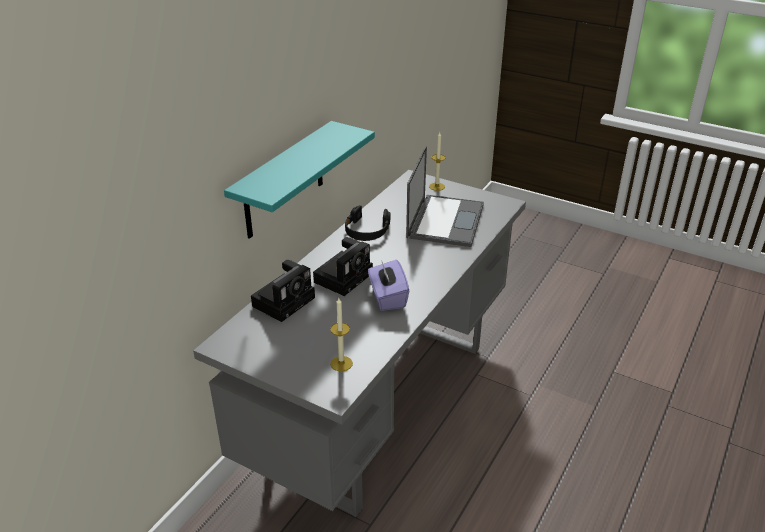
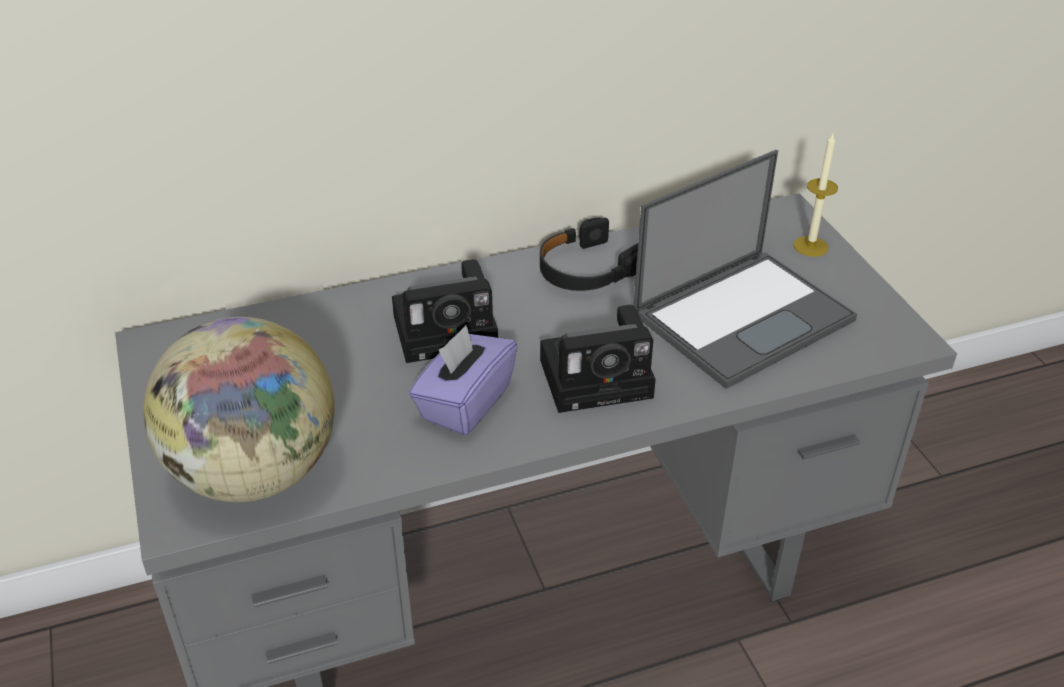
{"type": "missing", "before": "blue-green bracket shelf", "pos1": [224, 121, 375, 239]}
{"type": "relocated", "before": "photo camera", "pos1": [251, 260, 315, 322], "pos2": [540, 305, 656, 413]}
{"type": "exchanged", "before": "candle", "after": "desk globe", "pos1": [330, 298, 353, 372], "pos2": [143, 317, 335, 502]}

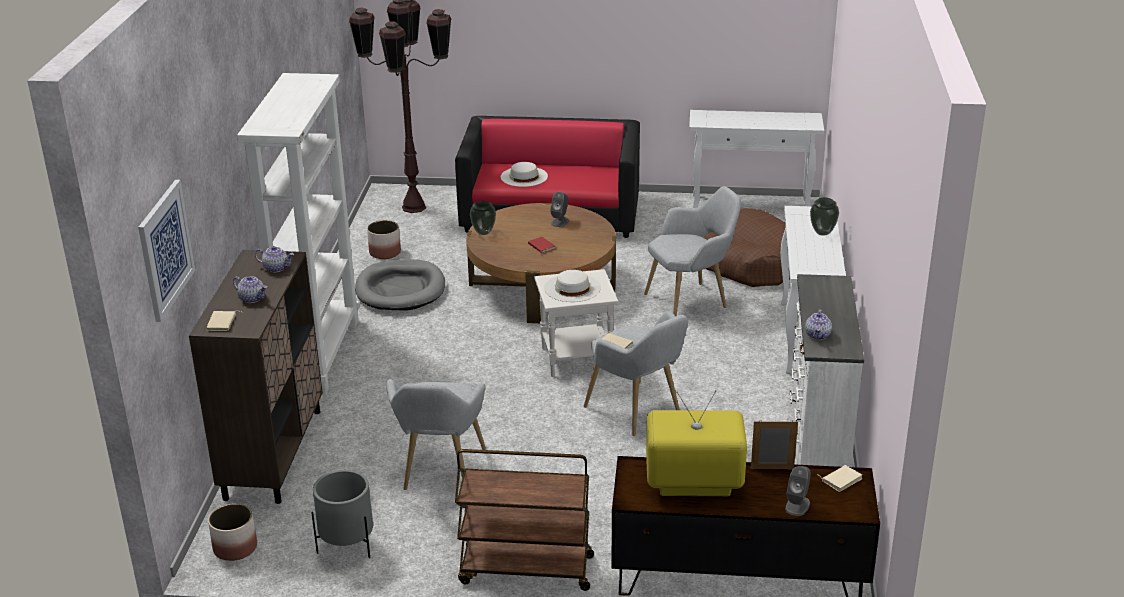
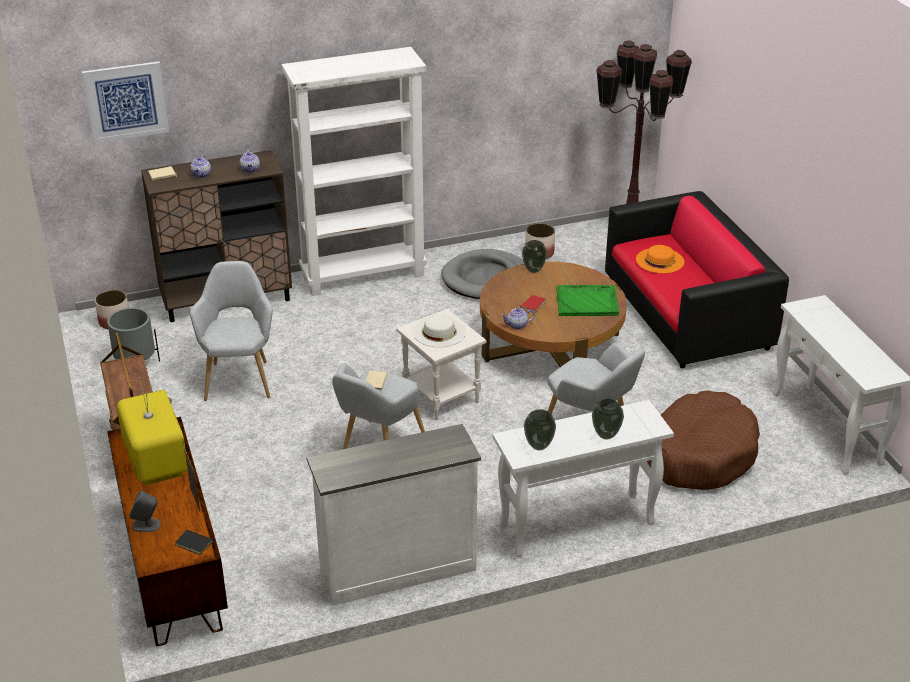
{"type": "colour", "before": "whitish clothing hat", "after": "orange clothing hat", "pos1": [501, 162, 548, 187], "pos2": [636, 245, 684, 273]}
{"type": "exchanged", "before": "greyish audio speaker", "after": "green tray", "pos1": [550, 192, 569, 227], "pos2": [556, 285, 619, 316]}
{"type": "relocated", "before": "pot for tea", "pos1": [805, 309, 832, 340], "pos2": [501, 308, 535, 329]}
{"type": "spun", "before": "greyish easy chair", "pos1": [386, 379, 486, 490], "pos2": [190, 261, 273, 401], "turn": 105}
{"type": "colour", "before": "beige-coloured volume", "after": "black-coloured volume", "pos1": [817, 465, 862, 492], "pos2": [175, 526, 213, 555]}
{"type": "appeared", "after": "flower vase", "pos2": [524, 409, 556, 450]}

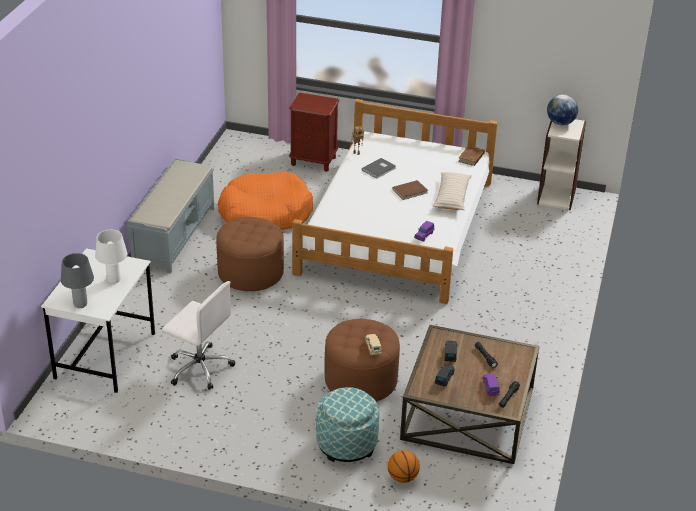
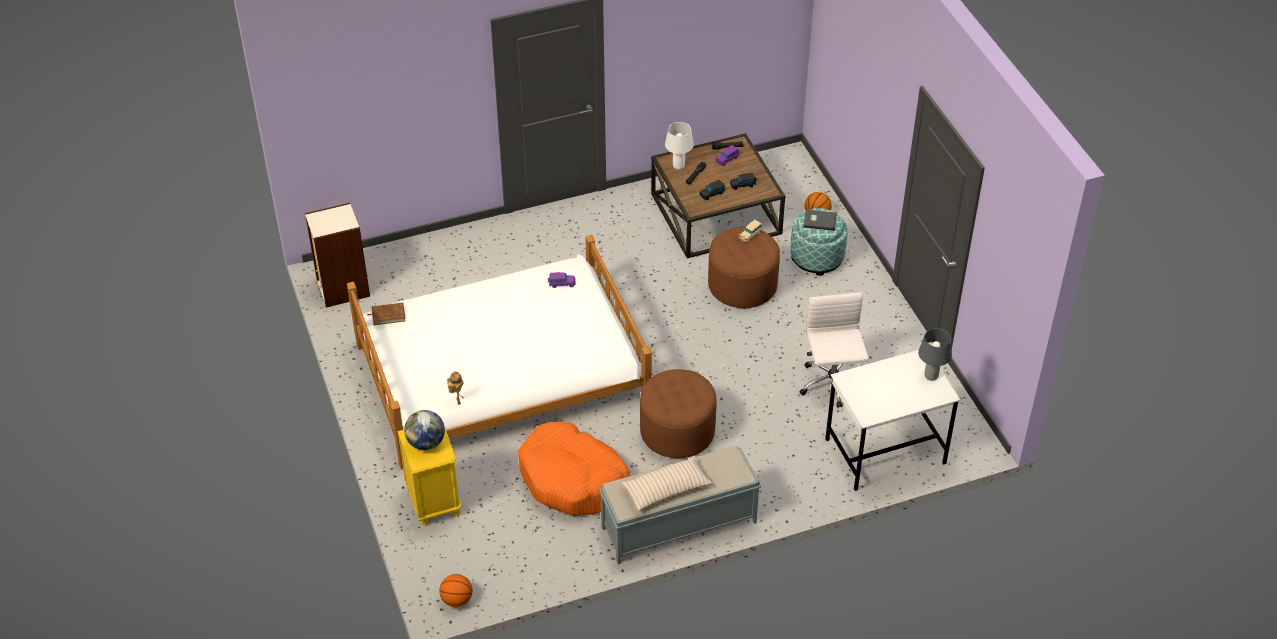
{"type": "colour", "before": "brownish night table", "after": "yellowish night table", "pos1": [289, 93, 339, 172], "pos2": [397, 429, 462, 526]}
{"type": "relocated", "before": "desk globe", "pos1": [547, 94, 578, 126], "pos2": [404, 410, 445, 450]}
{"type": "relocated", "before": "greyish volume", "pos1": [362, 158, 396, 179], "pos2": [803, 209, 837, 231]}
{"type": "relocated", "before": "beige-coloured pillow", "pos1": [433, 172, 472, 210], "pos2": [621, 456, 712, 511]}
{"type": "missing", "before": "brownish volume", "pos1": [392, 180, 428, 200]}
{"type": "relocated", "before": "whitish lamp for a table", "pos1": [95, 230, 127, 284], "pos2": [665, 122, 694, 170]}
{"type": "appeared", "after": "basketball ball", "pos2": [439, 574, 472, 607]}

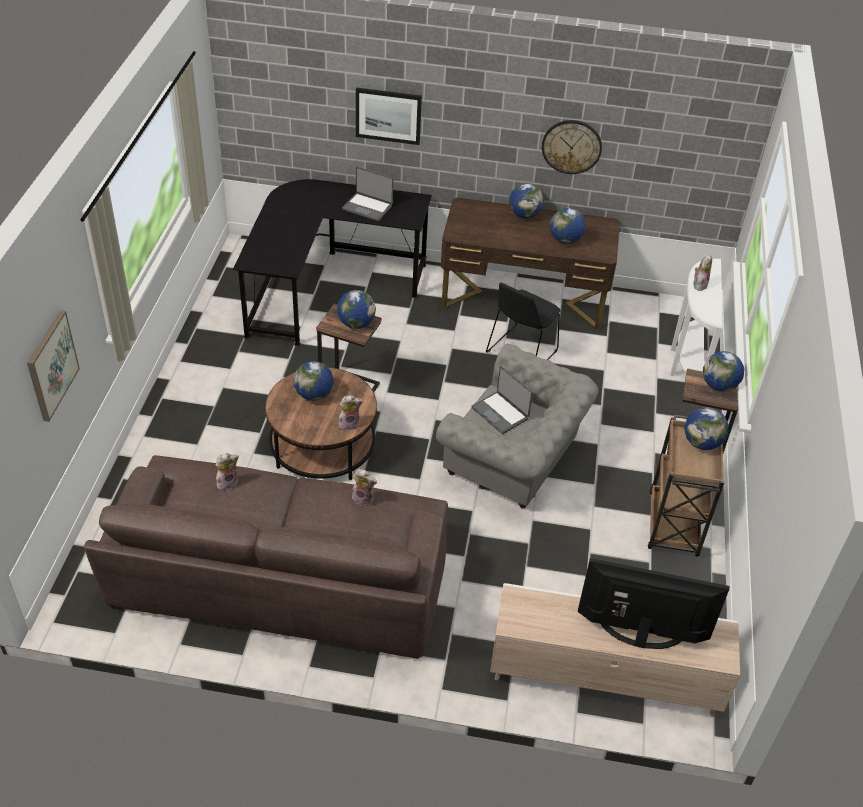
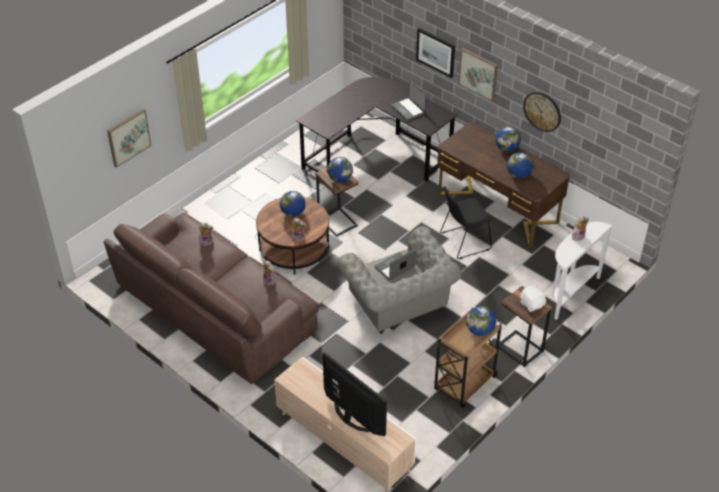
{"type": "exchanged", "before": "desk globe", "after": "whitish plush toy", "pos1": [703, 351, 744, 391], "pos2": [520, 285, 546, 312]}
{"type": "spun", "before": "notebook computer", "pos1": [471, 366, 533, 434], "pos2": [375, 249, 416, 281], "turn": 60}
{"type": "appeared", "after": "wall picture", "pos2": [458, 48, 498, 102]}

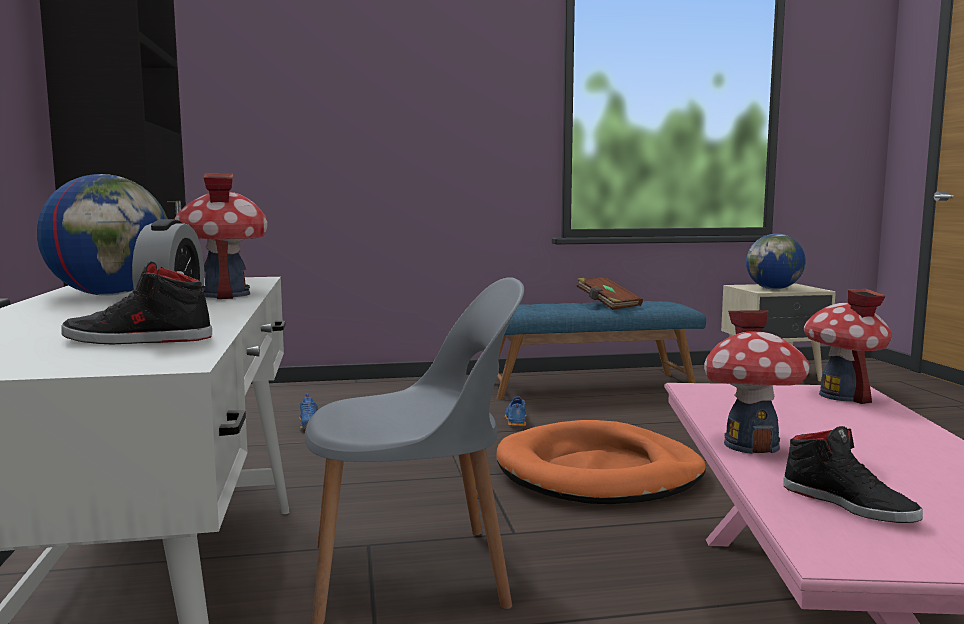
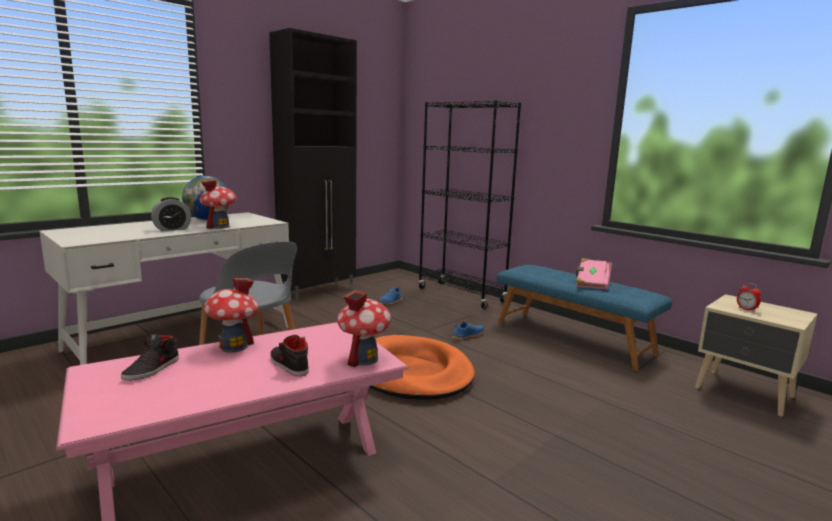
{"type": "exchanged", "before": "desk globe", "after": "table clock", "pos1": [746, 234, 806, 289], "pos2": [737, 283, 761, 312]}
{"type": "relocated", "before": "black-coloured shoe", "pos1": [61, 261, 212, 344], "pos2": [270, 335, 309, 376]}
{"type": "colour", "before": "brownish volume", "after": "pink-coloured volume", "pos1": [577, 277, 643, 310], "pos2": [576, 258, 612, 290]}
{"type": "appeared", "after": "black-coloured bookshelf", "pos2": [418, 100, 521, 309]}

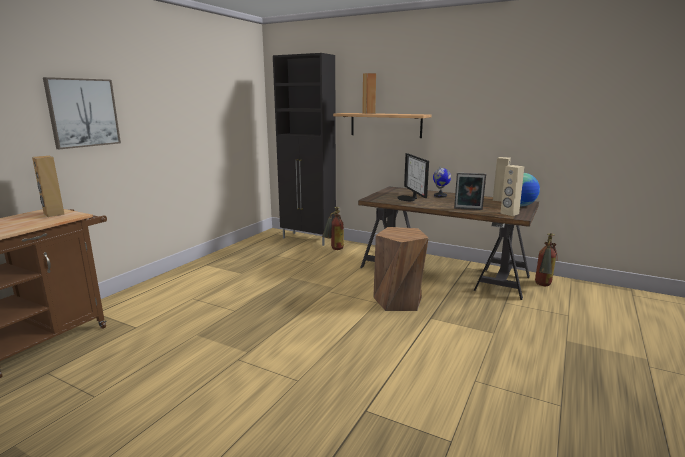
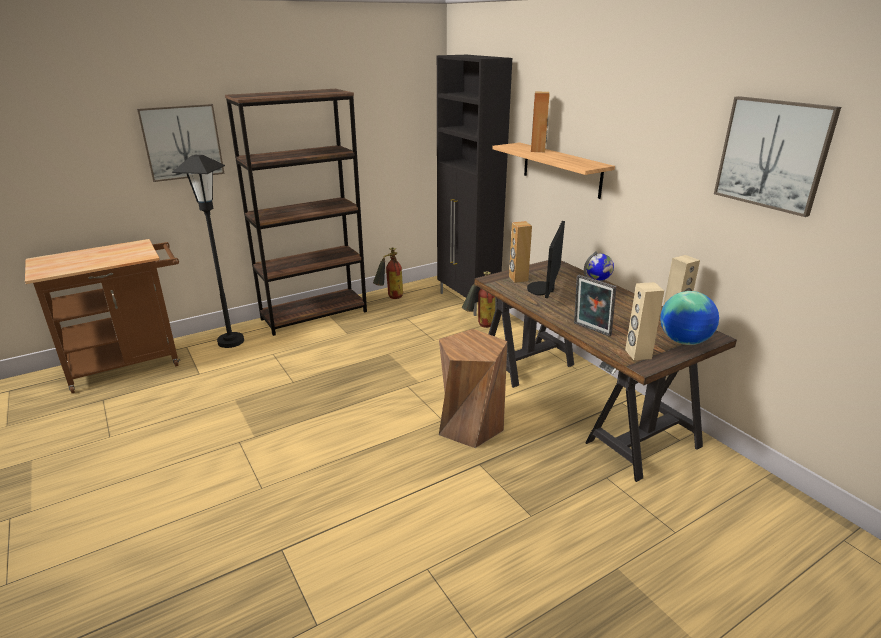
{"type": "relocated", "before": "brownish audio speaker", "pos1": [32, 156, 65, 217], "pos2": [509, 221, 532, 283]}
{"type": "relocated", "before": "extinguisher", "pos1": [535, 233, 558, 286], "pos2": [373, 247, 403, 299]}
{"type": "appeared", "after": "brownish bookshelf", "pos2": [225, 89, 367, 336]}
{"type": "appeared", "after": "wall picture", "pos2": [714, 96, 841, 217]}
{"type": "appeared", "after": "black-coloured standard lamp", "pos2": [172, 155, 244, 348]}

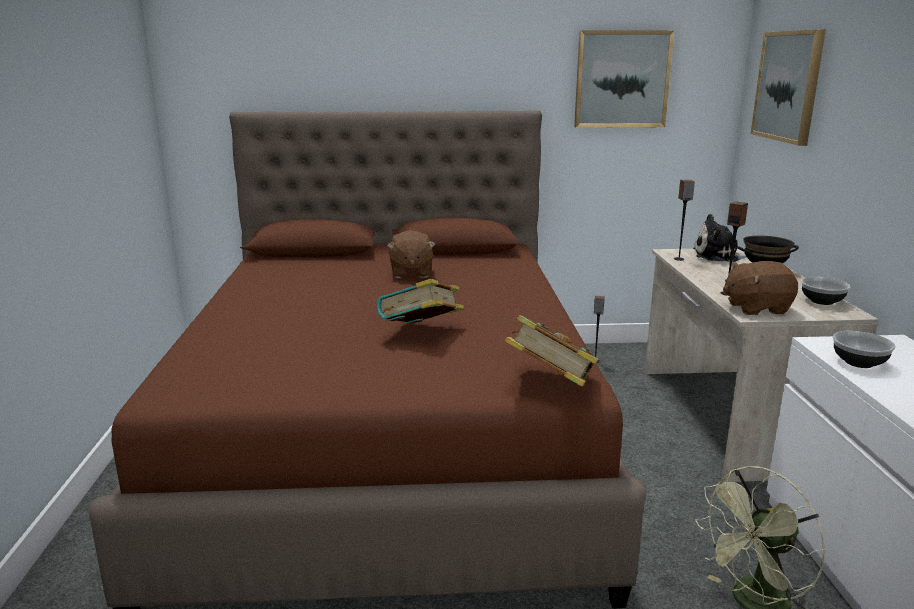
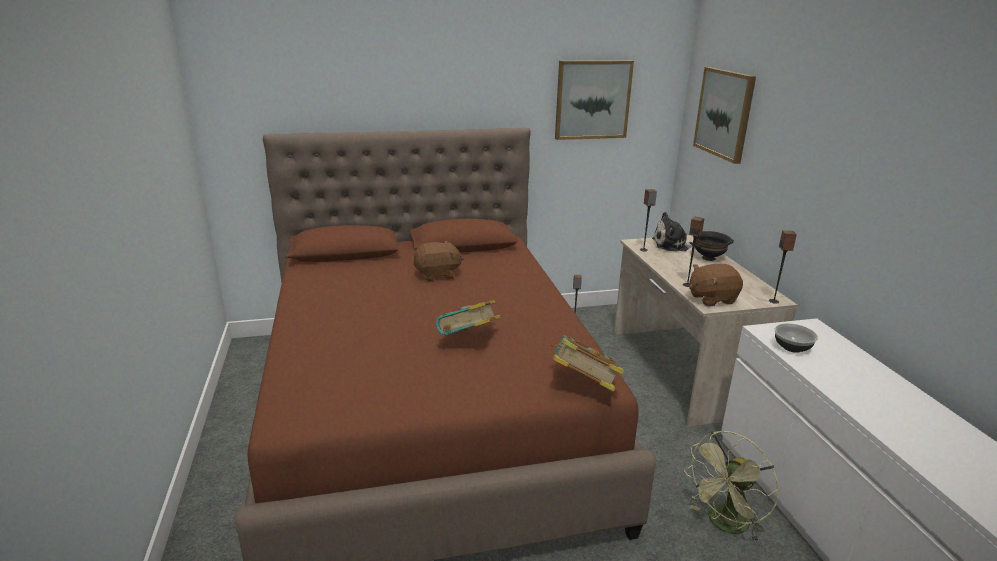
{"type": "spun", "before": "brownish plush toy", "pos1": [387, 230, 436, 279], "pos2": [413, 241, 464, 281], "turn": -90}
{"type": "missing", "before": "deep dish", "pos1": [801, 277, 850, 305]}
{"type": "appeared", "after": "audio speaker", "pos2": [769, 230, 797, 304]}

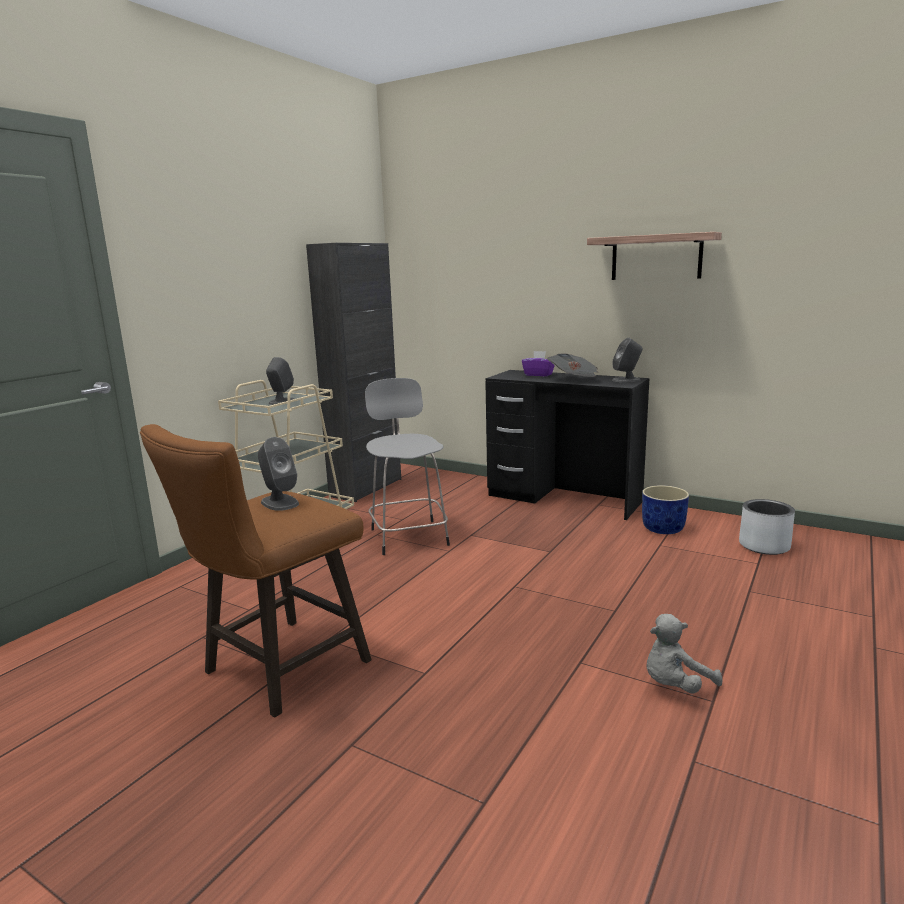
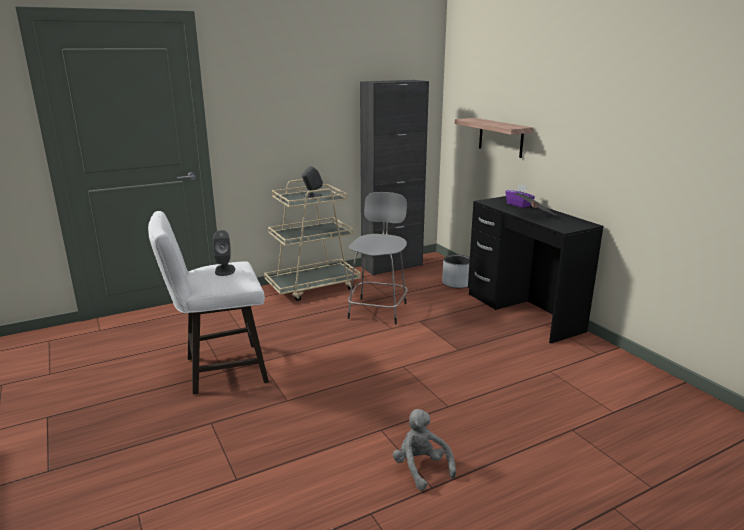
{"type": "relocated", "before": "bracket shelf", "pos1": [587, 232, 722, 280], "pos2": [455, 118, 533, 158]}
{"type": "missing", "before": "greyish audio speaker", "pos1": [612, 338, 642, 382]}
{"type": "colour", "before": "brownish sitting stool", "after": "whitish sitting stool", "pos1": [140, 424, 372, 718], "pos2": [148, 211, 269, 394]}
{"type": "missing", "before": "bluish planter", "pos1": [642, 485, 689, 534]}
{"type": "relocated", "before": "greyish planter", "pos1": [739, 499, 795, 555], "pos2": [442, 255, 470, 288]}
{"type": "spun", "before": "greyish plush toy", "pos1": [646, 614, 722, 694], "pos2": [393, 409, 456, 491], "turn": 60}

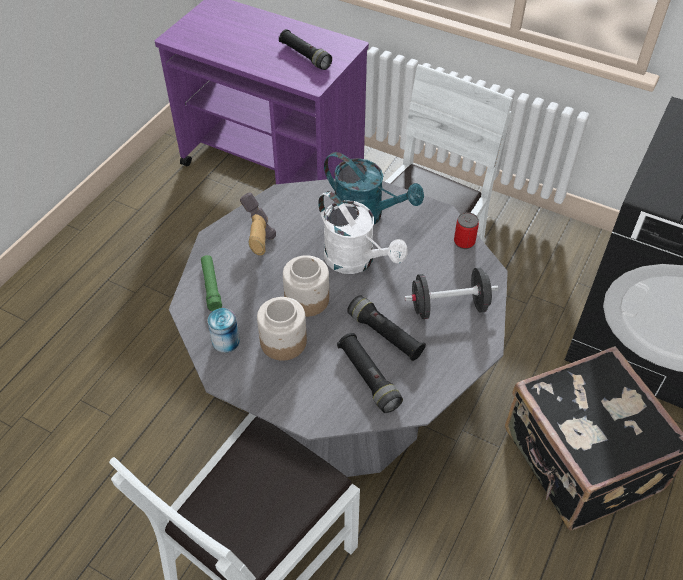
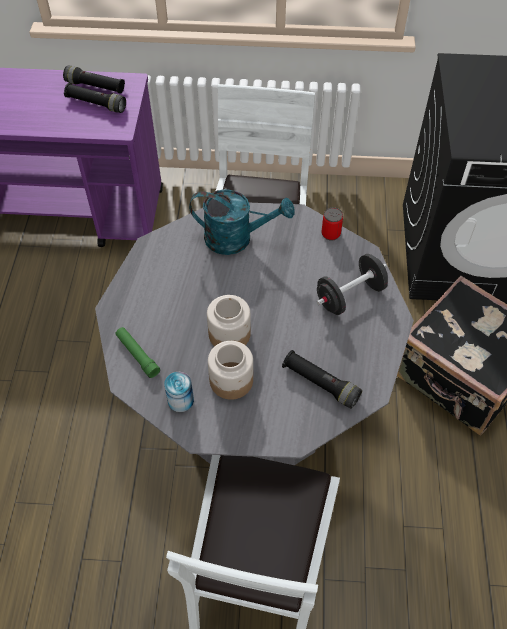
{"type": "missing", "before": "whitish watering pot", "pos1": [318, 191, 408, 274]}
{"type": "missing", "before": "hand hammer", "pos1": [240, 192, 276, 256]}
{"type": "relocated", "before": "black-coloured hand torch", "pos1": [347, 295, 426, 361], "pos2": [63, 66, 125, 94]}

